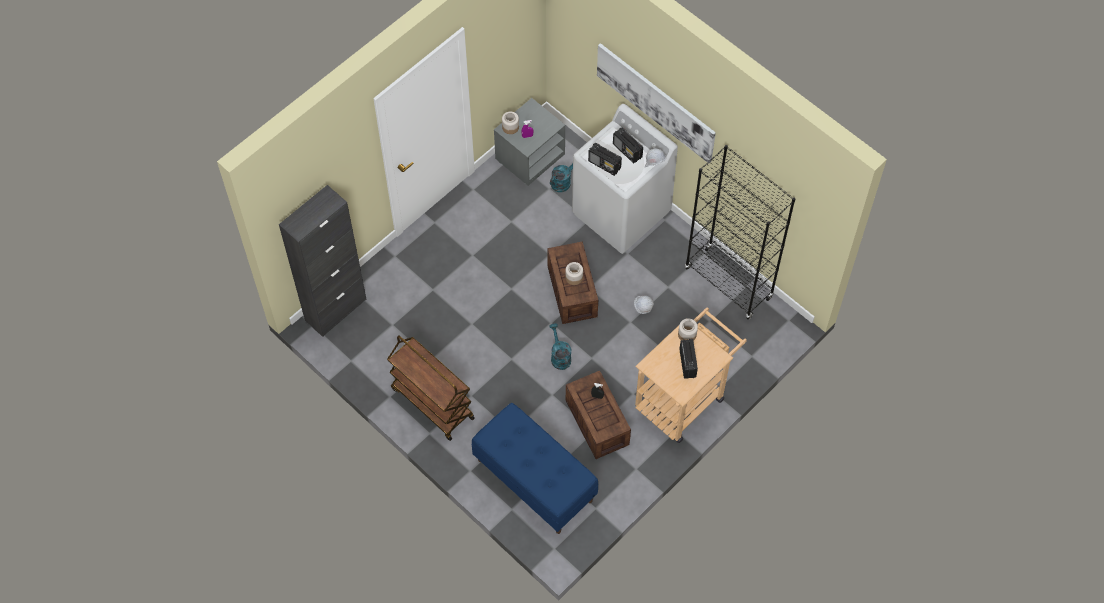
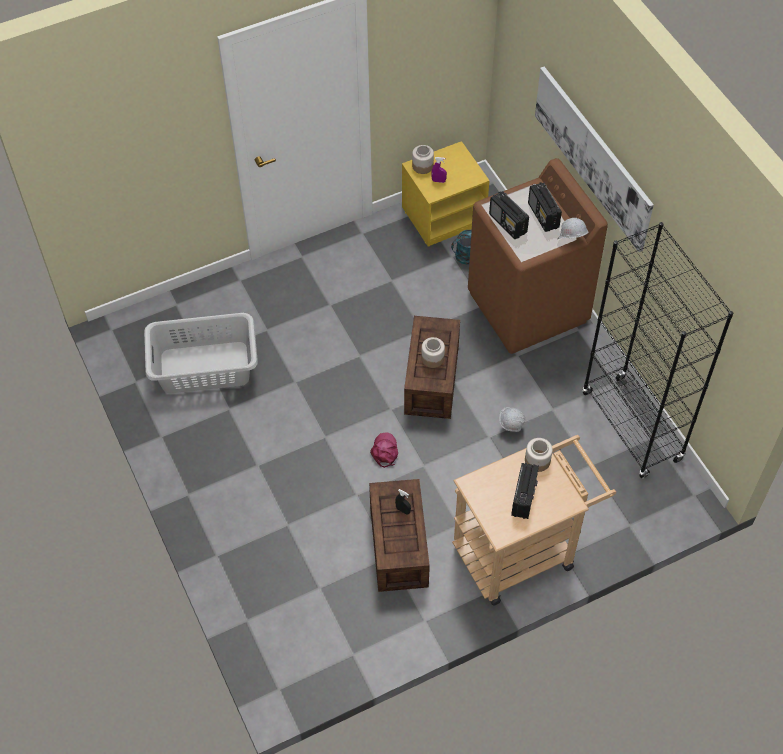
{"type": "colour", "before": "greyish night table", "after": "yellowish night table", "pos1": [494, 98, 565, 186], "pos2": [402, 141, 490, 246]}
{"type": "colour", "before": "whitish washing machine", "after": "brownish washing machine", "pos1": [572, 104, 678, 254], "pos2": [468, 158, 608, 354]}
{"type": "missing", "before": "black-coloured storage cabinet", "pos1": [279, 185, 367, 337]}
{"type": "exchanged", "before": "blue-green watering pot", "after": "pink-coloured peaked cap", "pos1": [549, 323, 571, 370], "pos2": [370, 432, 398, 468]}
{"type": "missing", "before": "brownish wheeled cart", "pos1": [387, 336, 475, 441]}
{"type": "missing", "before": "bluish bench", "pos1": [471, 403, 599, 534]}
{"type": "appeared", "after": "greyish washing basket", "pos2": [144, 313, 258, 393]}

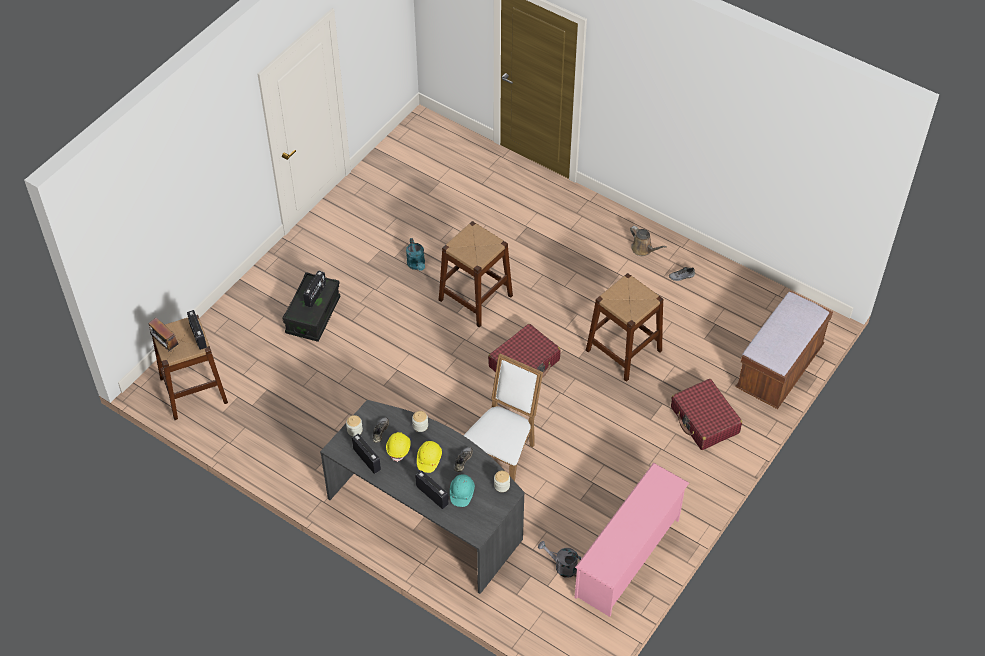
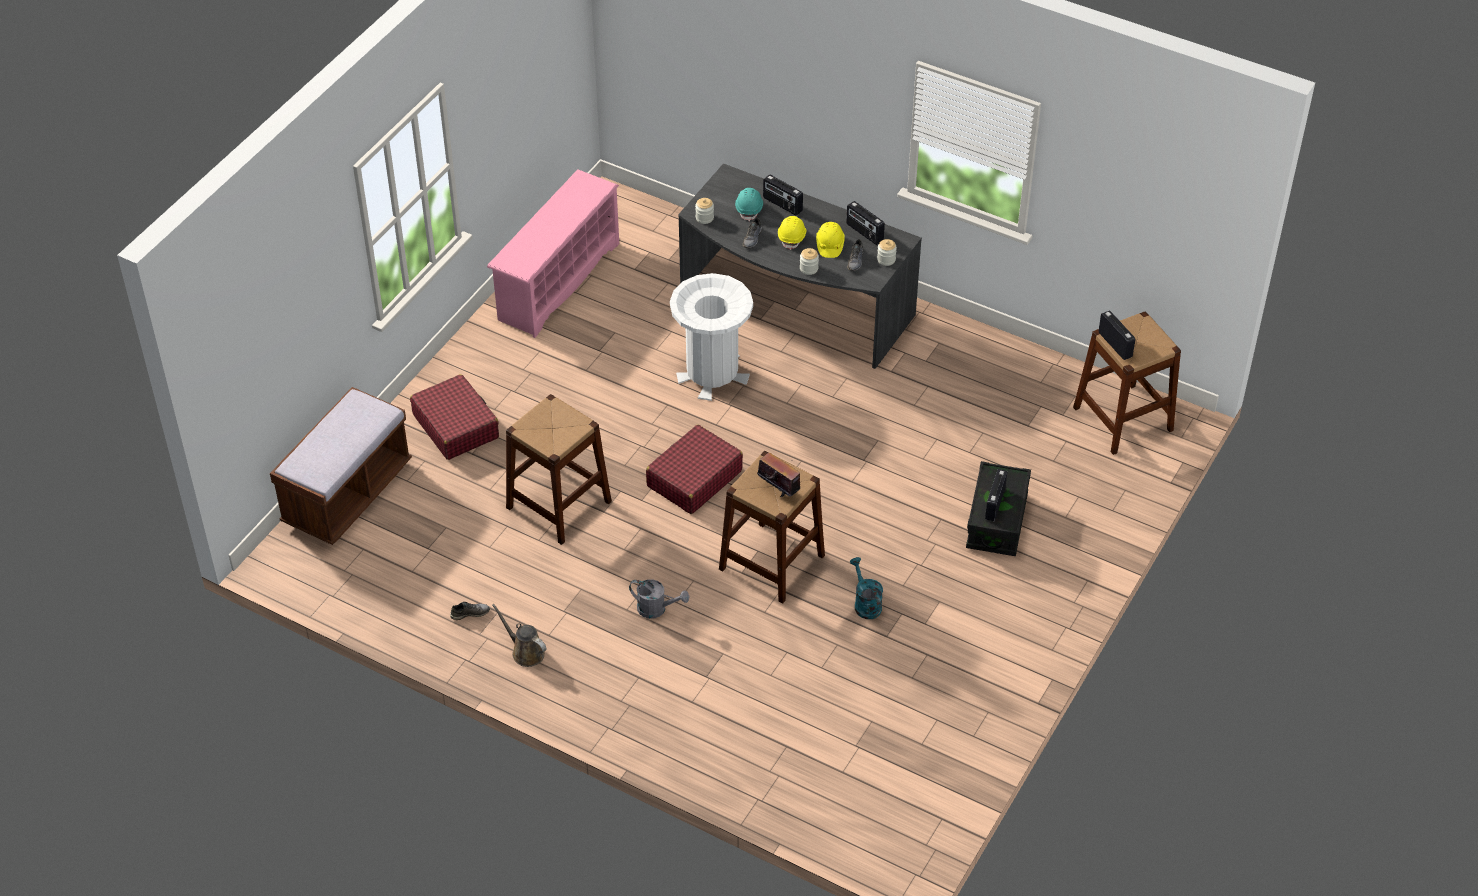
{"type": "relocated", "before": "radio", "pos1": [148, 317, 179, 351], "pos2": [757, 453, 800, 497]}
{"type": "exchanged", "before": "whitish chair", "after": "whitish rubbish bin", "pos1": [463, 353, 543, 481], "pos2": [670, 273, 753, 401]}
{"type": "relocated", "before": "greyish watering pot", "pos1": [538, 541, 582, 577], "pos2": [629, 579, 689, 619]}

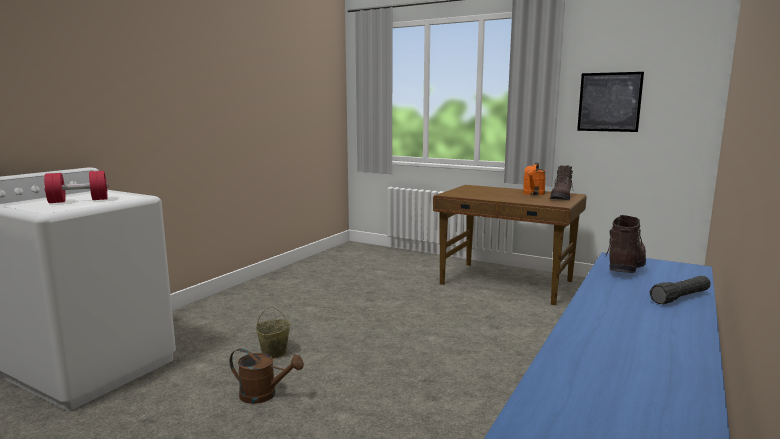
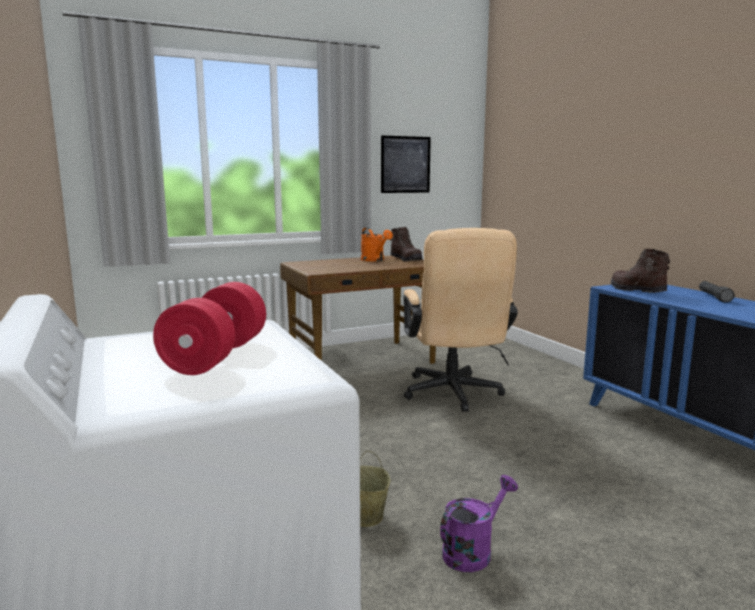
{"type": "colour", "before": "brownish watering pot", "after": "purplish watering pot", "pos1": [230, 349, 304, 404], "pos2": [440, 475, 518, 572]}
{"type": "appeared", "after": "beige-coloured office chair", "pos2": [403, 228, 518, 412]}

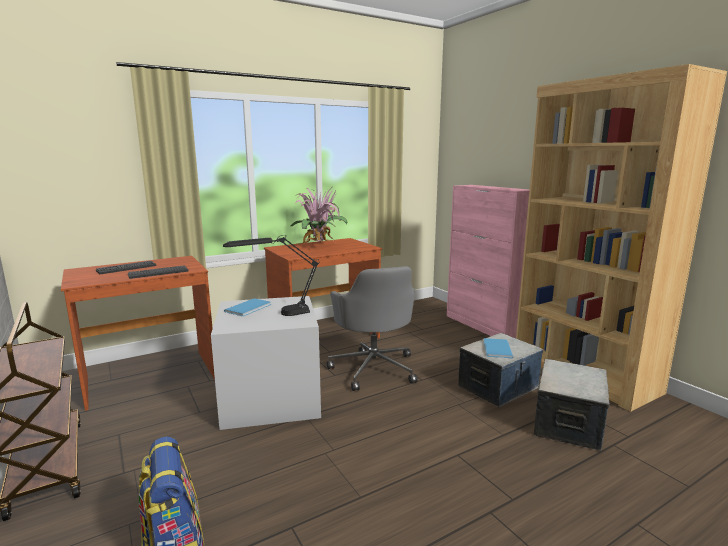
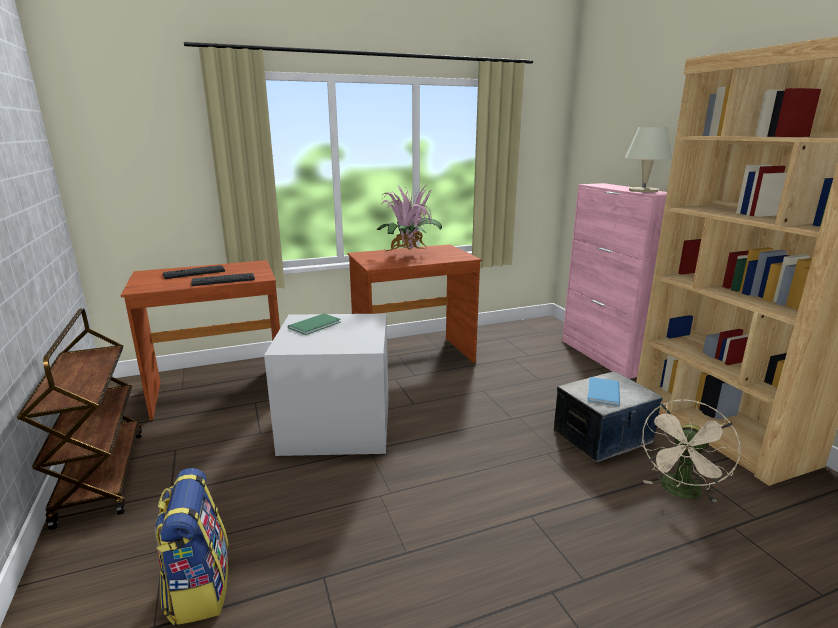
{"type": "missing", "before": "black-coloured lamp for a table", "pos1": [223, 235, 318, 316]}
{"type": "missing", "before": "greyish office chair", "pos1": [327, 266, 417, 391]}
{"type": "colour", "before": "bluish volume", "after": "green volume", "pos1": [224, 298, 271, 317], "pos2": [288, 314, 341, 335]}
{"type": "exchanged", "before": "storage box", "after": "beige-coloured cooling fan", "pos1": [534, 359, 610, 451], "pos2": [640, 400, 741, 503]}
{"type": "appeared", "after": "beige-coloured lamp for a table", "pos2": [625, 127, 672, 192]}

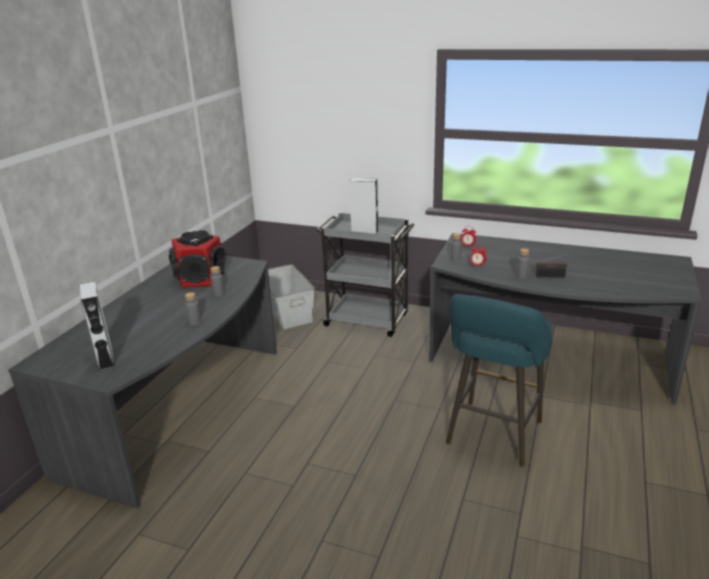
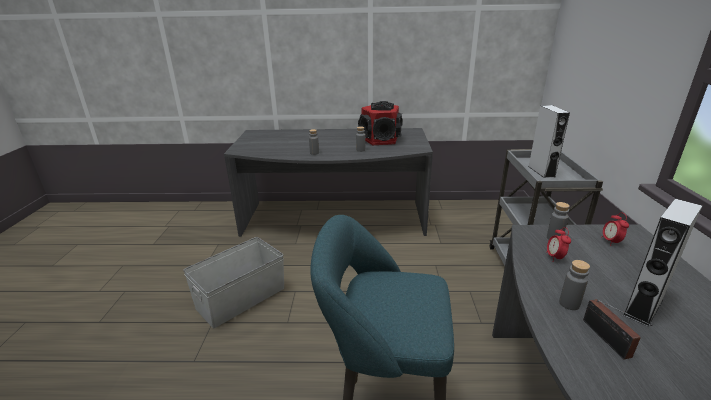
{"type": "relocated", "before": "greyish storage box", "pos1": [268, 264, 315, 329], "pos2": [183, 237, 284, 328]}
{"type": "relocated", "before": "greyish audio speaker", "pos1": [80, 281, 115, 371], "pos2": [623, 199, 702, 327]}

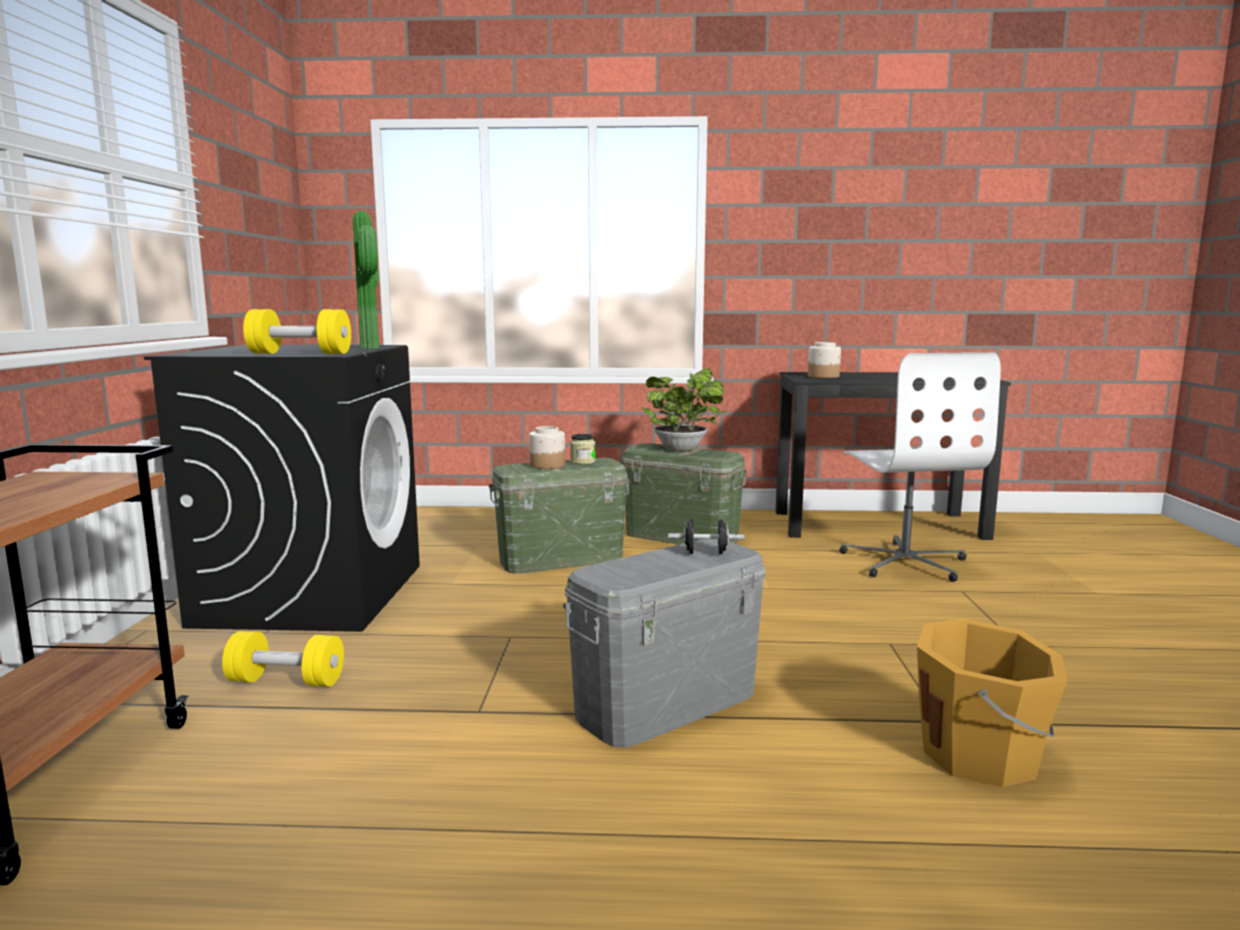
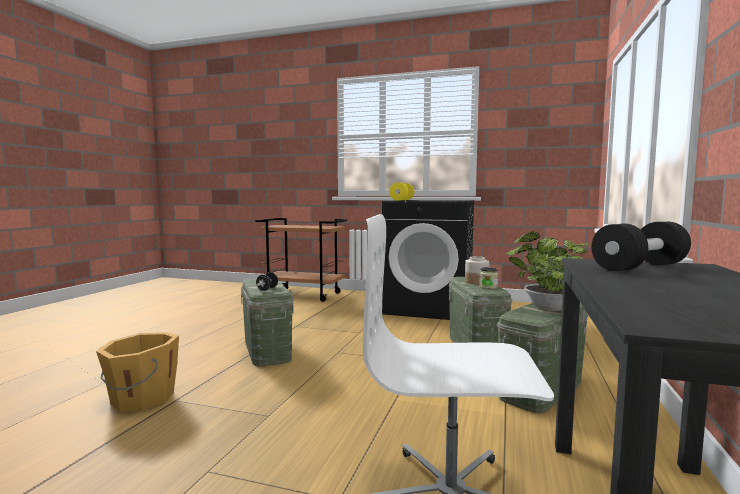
{"type": "missing", "before": "houseplant", "pos1": [353, 211, 380, 349]}
{"type": "exchanged", "before": "storage jar", "after": "black-coloured free weight", "pos1": [808, 342, 841, 378], "pos2": [591, 222, 691, 271]}
{"type": "colour", "before": "greyish storage box", "after": "green storage box", "pos1": [563, 539, 765, 748], "pos2": [241, 279, 294, 367]}
{"type": "missing", "before": "yellowish free weight", "pos1": [222, 631, 344, 686]}

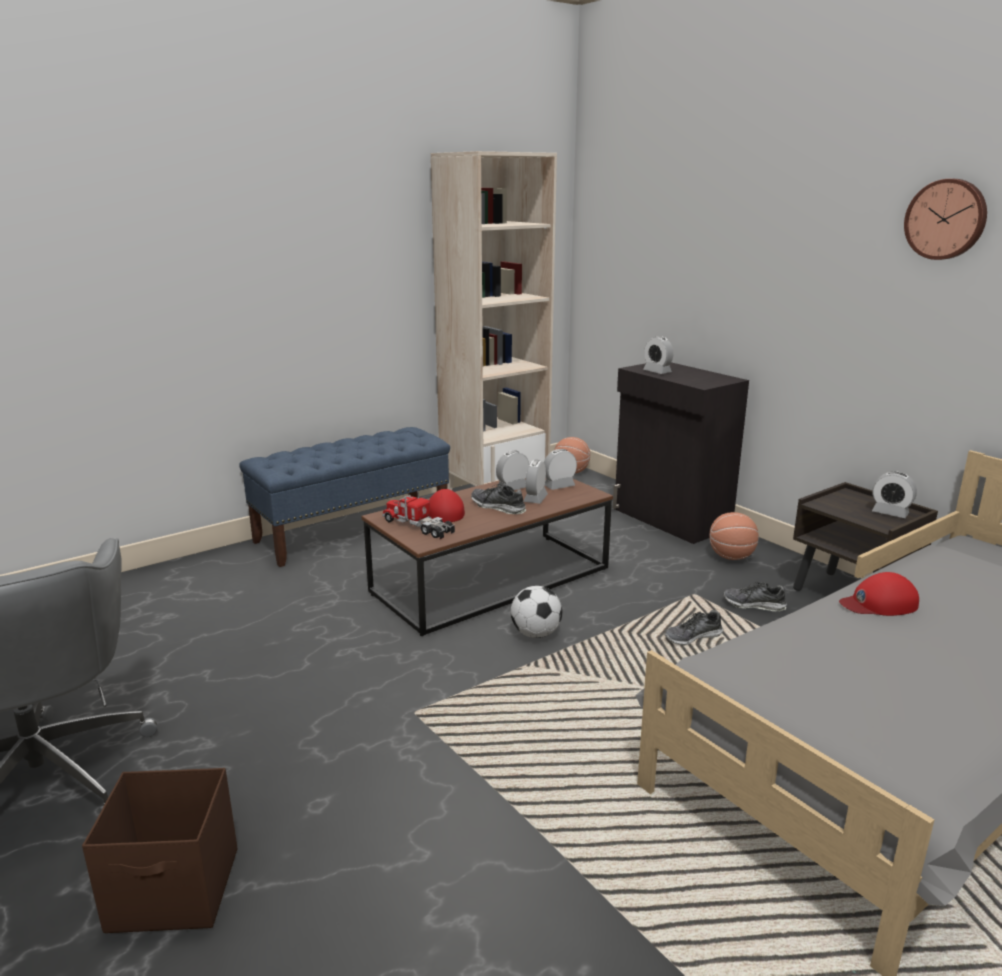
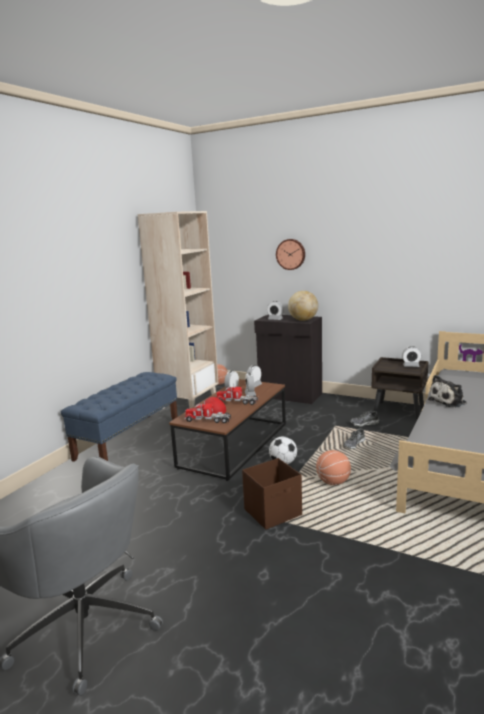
{"type": "relocated", "before": "clock on the wall", "pos1": [904, 179, 987, 260], "pos2": [276, 239, 305, 270]}
{"type": "exchanged", "before": "shoe", "after": "toy truck", "pos1": [471, 484, 526, 514], "pos2": [216, 383, 258, 405]}
{"type": "relocated", "before": "basketball ball", "pos1": [709, 512, 759, 560], "pos2": [316, 450, 351, 485]}
{"type": "exchanged", "before": "red peaked cap", "after": "plush toy", "pos1": [839, 572, 919, 616], "pos2": [428, 375, 467, 407]}
{"type": "relocated", "before": "brownish storage box", "pos1": [82, 768, 237, 933], "pos2": [242, 458, 302, 530]}
{"type": "appeared", "after": "desk globe", "pos2": [288, 291, 318, 321]}

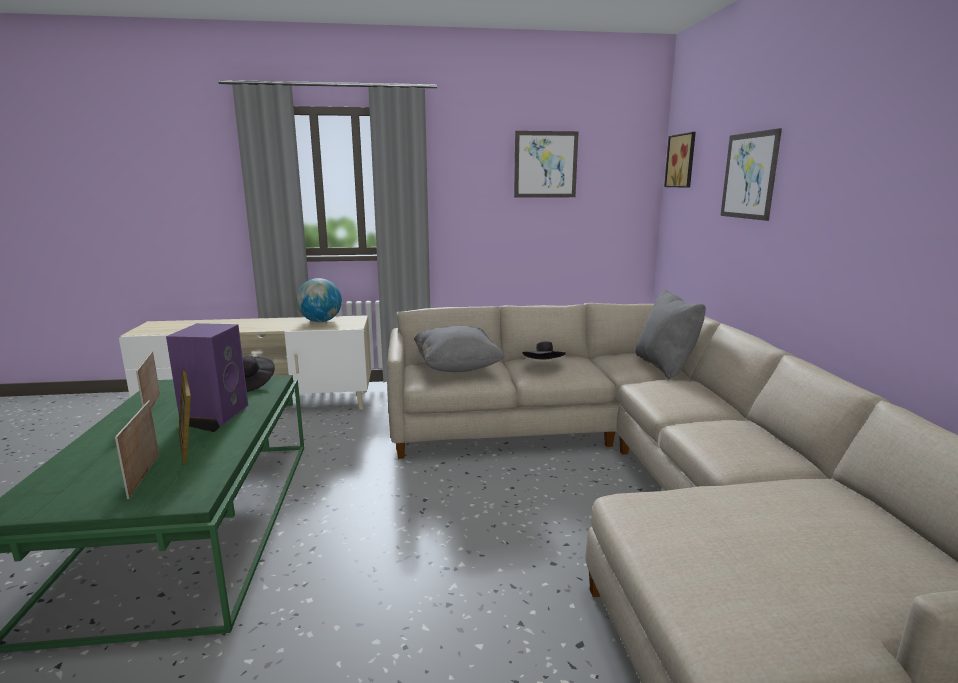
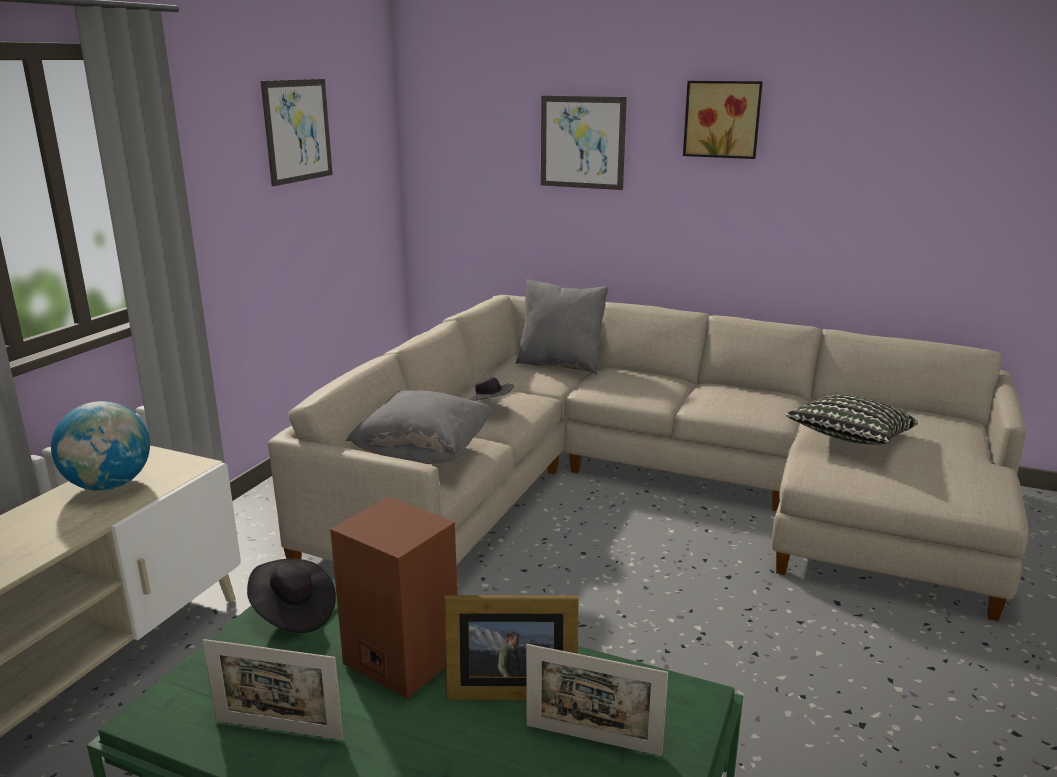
{"type": "relocated", "before": "wall picture", "pos1": [664, 132, 696, 188], "pos2": [683, 81, 763, 159]}
{"type": "colour", "before": "purplish audio speaker", "after": "brownish audio speaker", "pos1": [166, 323, 248, 425], "pos2": [330, 497, 457, 699]}
{"type": "appeared", "after": "pillow", "pos2": [786, 394, 918, 445]}

